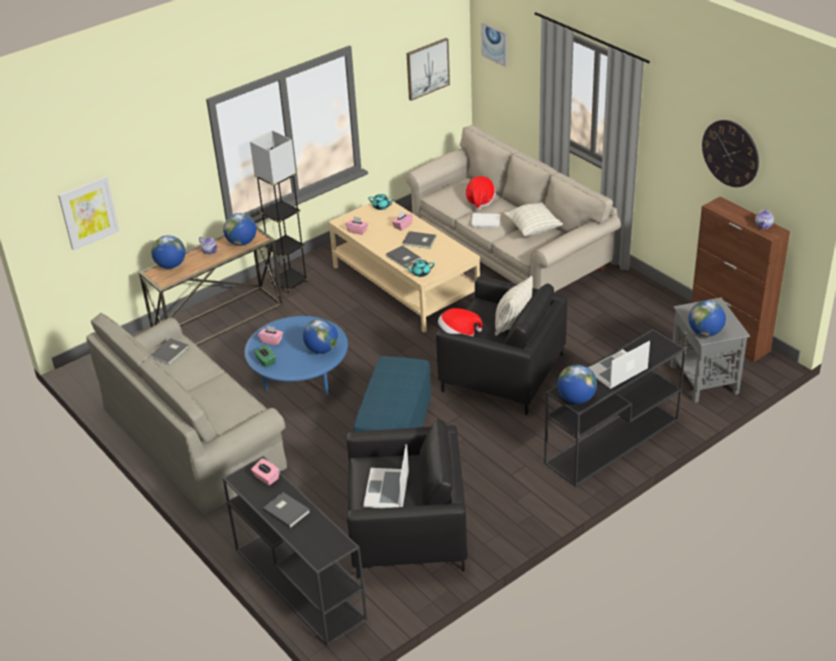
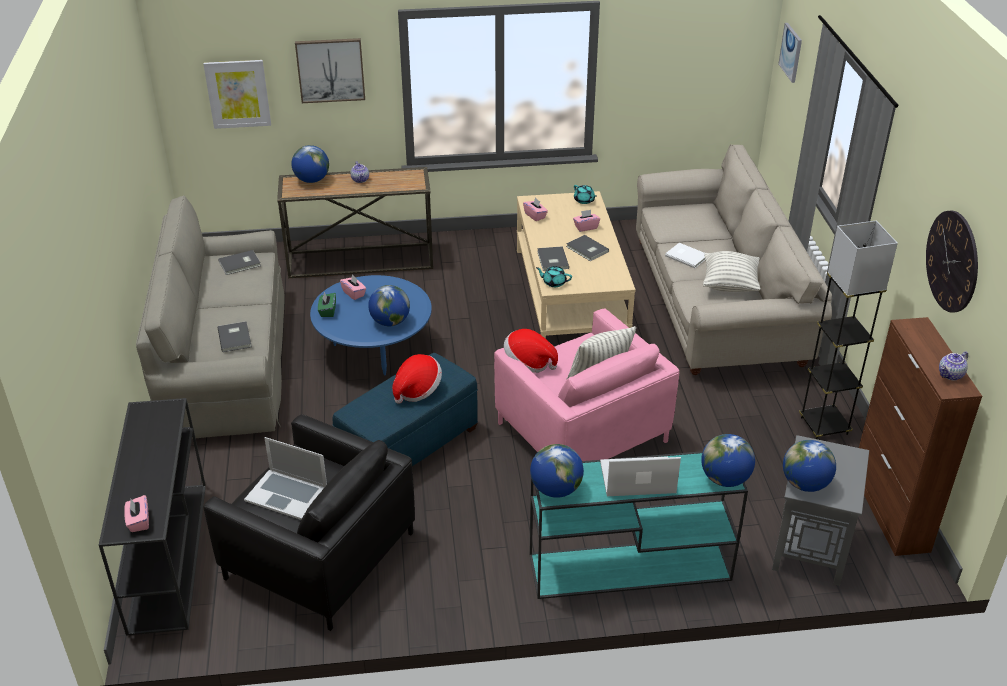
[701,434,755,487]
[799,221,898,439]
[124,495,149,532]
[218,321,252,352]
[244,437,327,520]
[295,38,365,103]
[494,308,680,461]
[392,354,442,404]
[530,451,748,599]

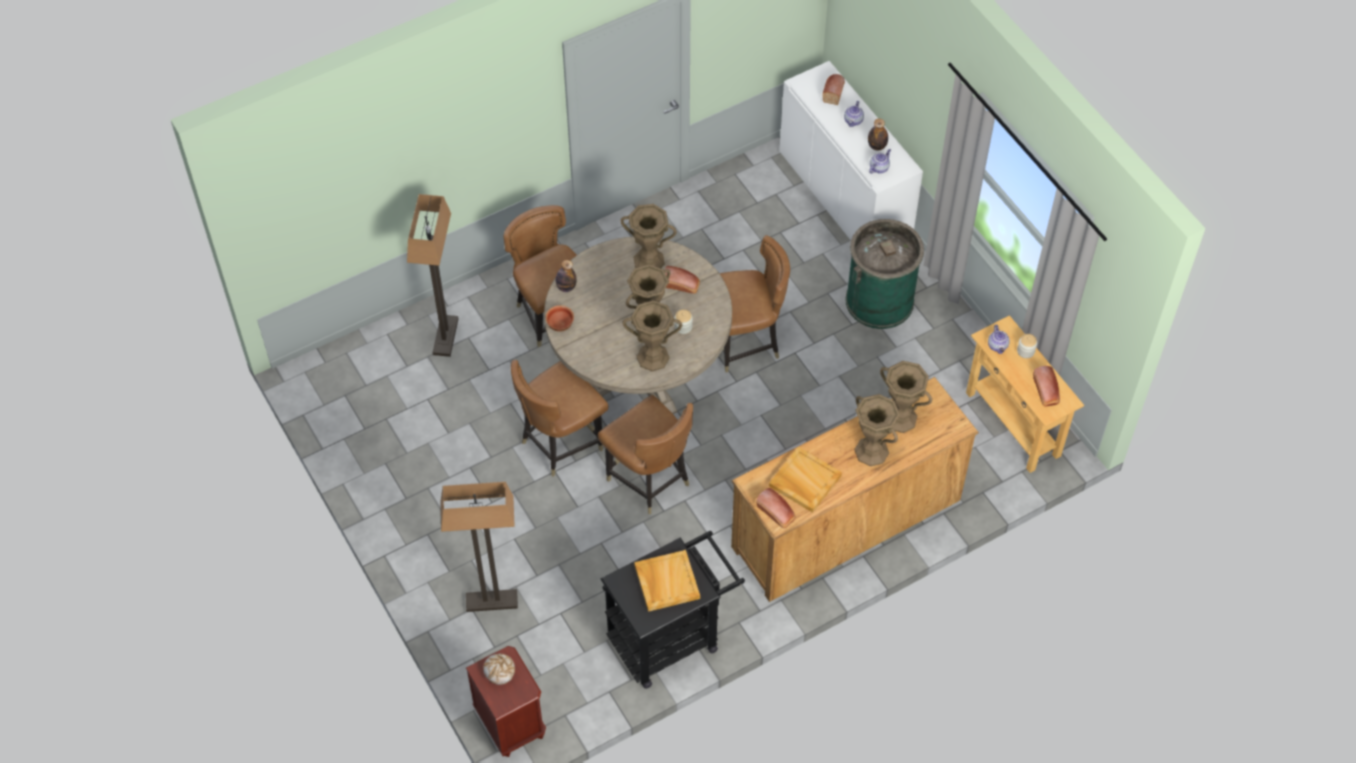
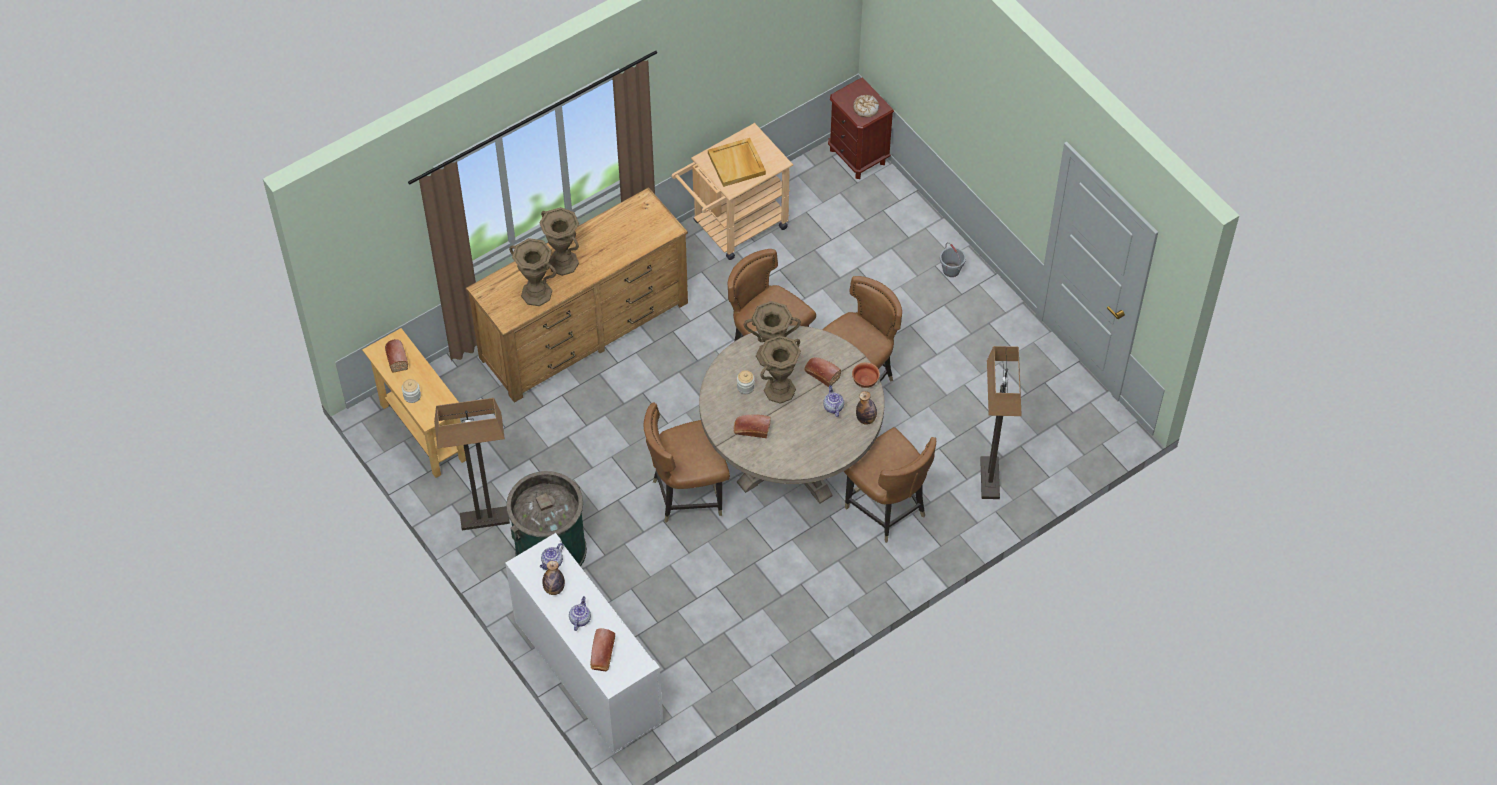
[434,398,510,530]
[671,123,793,260]
[620,204,677,268] (first image)
[804,357,841,387]
[769,446,842,513] (first image)
[823,385,844,417]
[940,242,966,277]

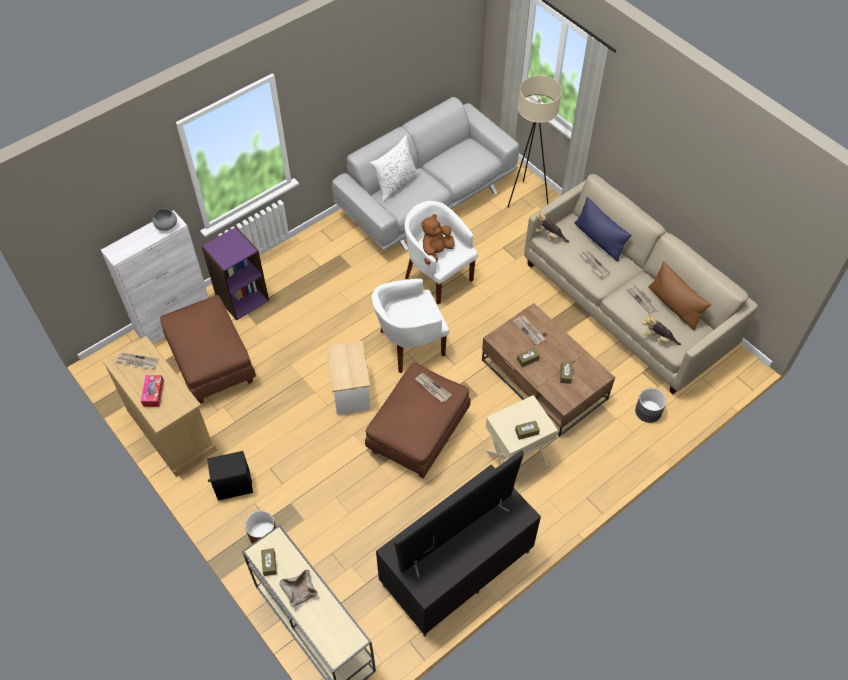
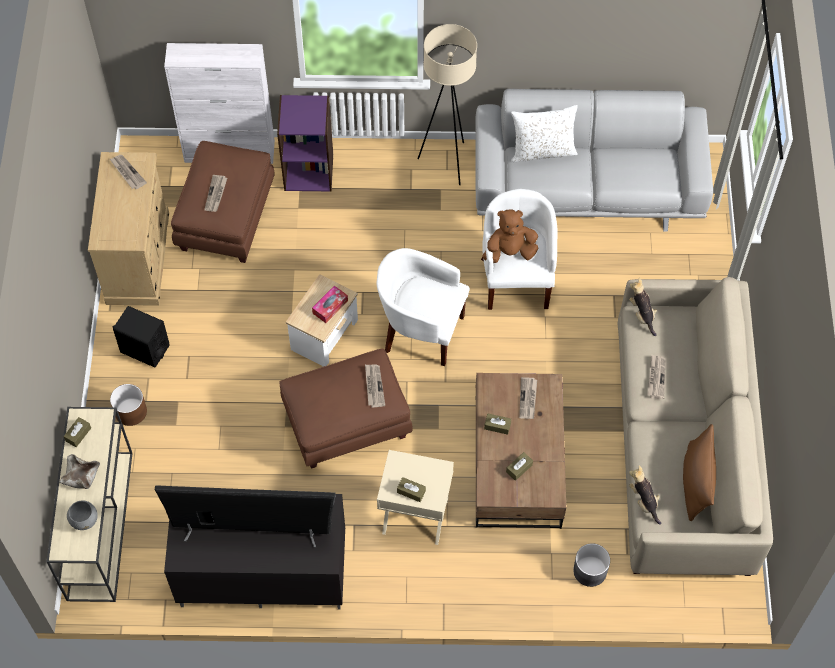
[312,286,348,323]
[67,500,98,530]
[417,24,477,185]
[575,197,632,262] (first image)
[204,175,227,212]

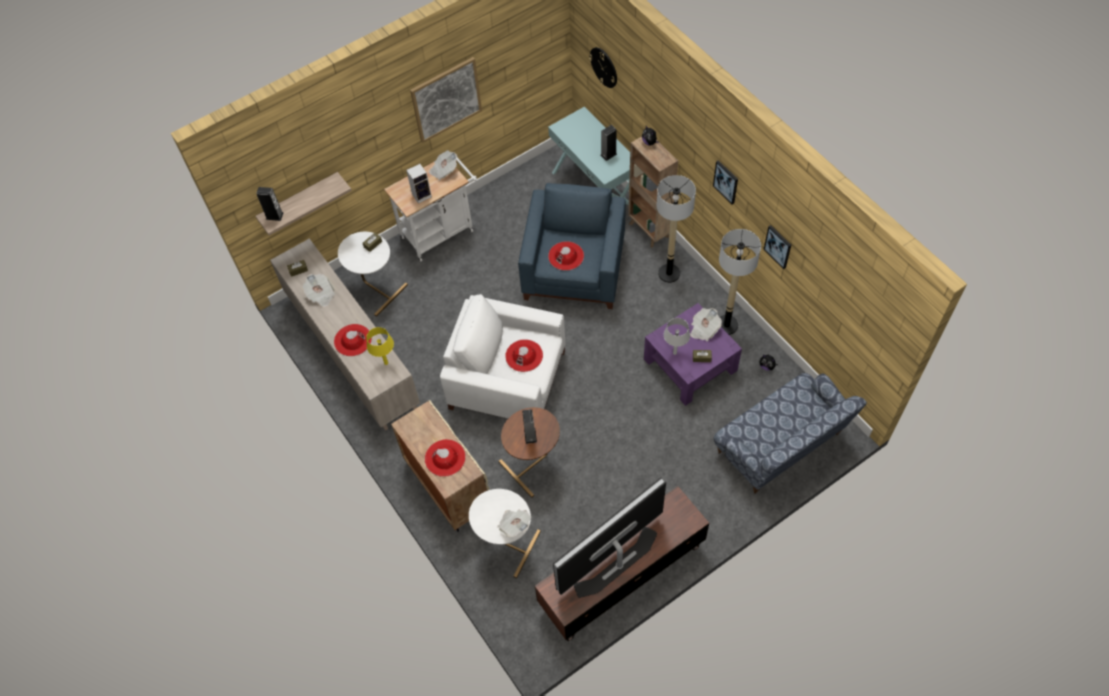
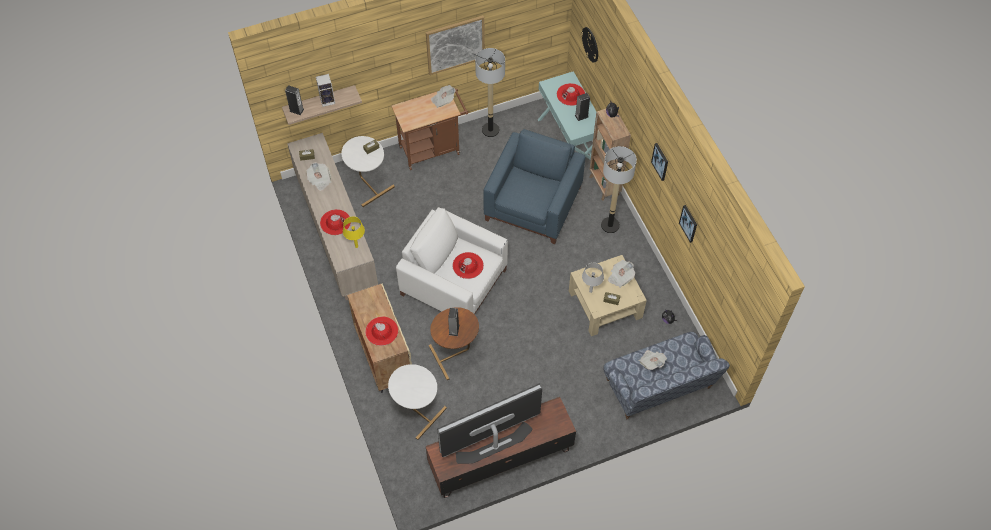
[391,89,469,170]
[316,74,335,107]
[639,350,667,370]
[557,83,585,106]
[569,255,647,336]
[475,48,505,137]

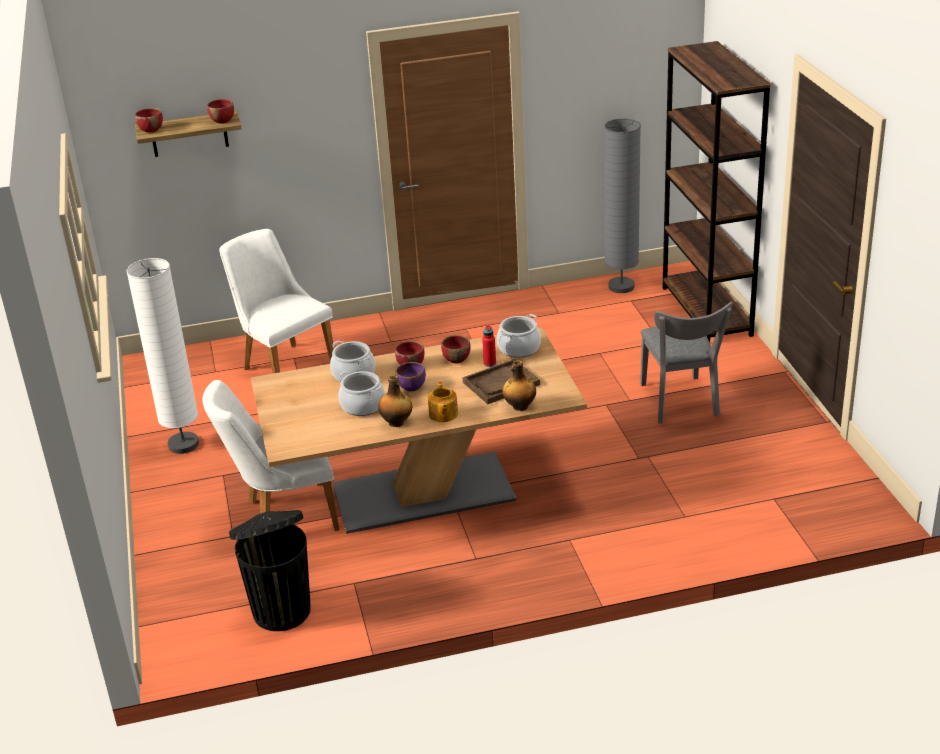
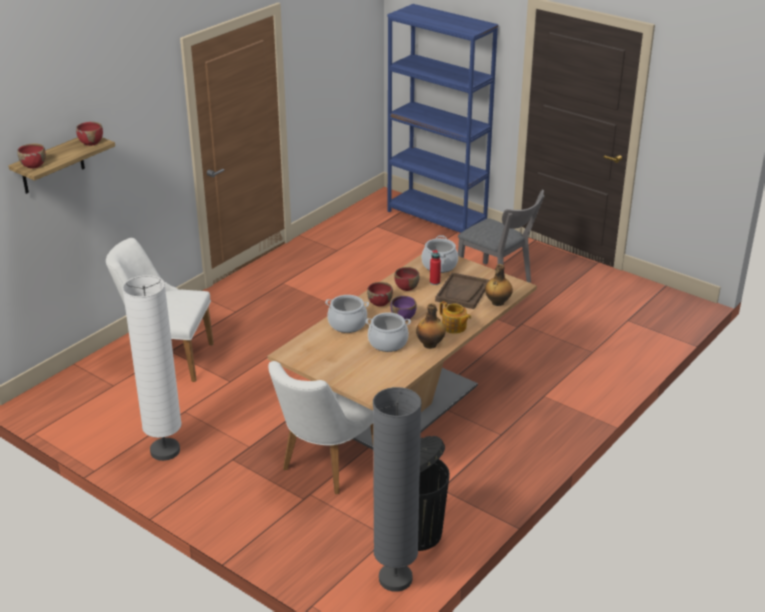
[373,387,422,592]
[387,4,499,233]

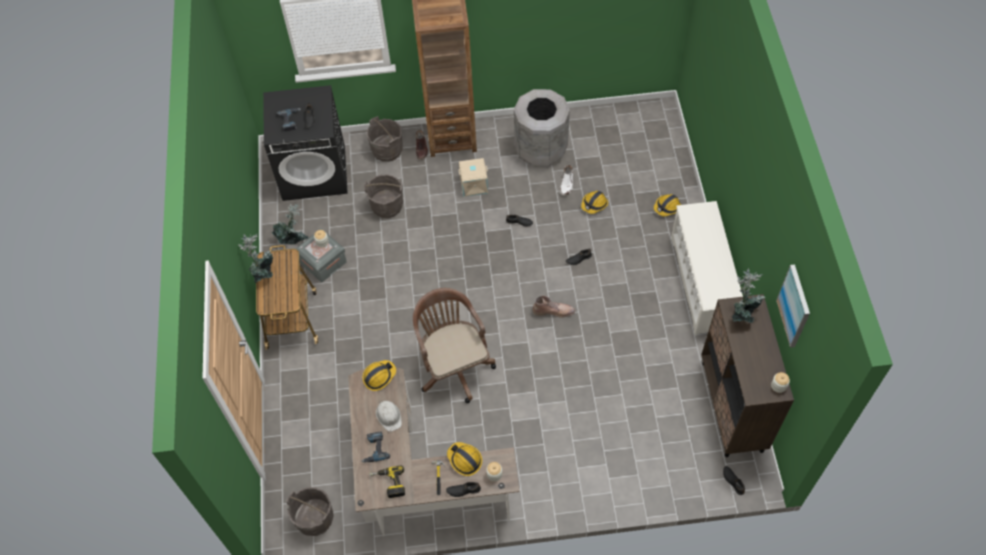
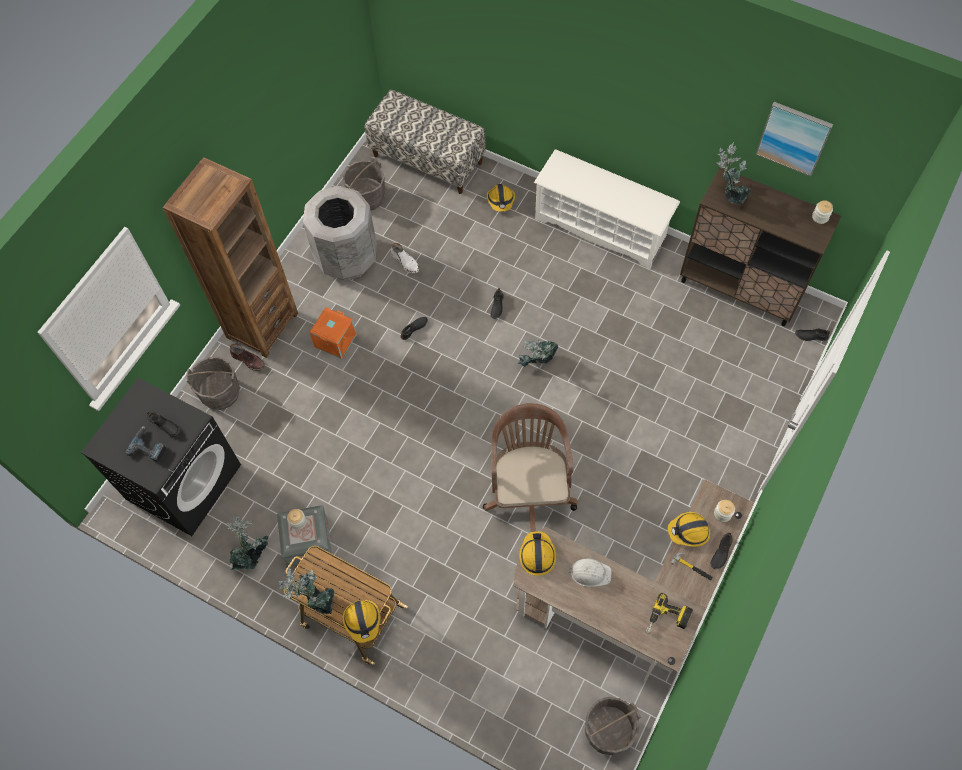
[361,431,390,463] (first image)
[343,157,386,211]
[483,403,578,532]
[310,307,357,359]
[517,338,558,367]
[342,600,380,643]
[365,90,486,194]

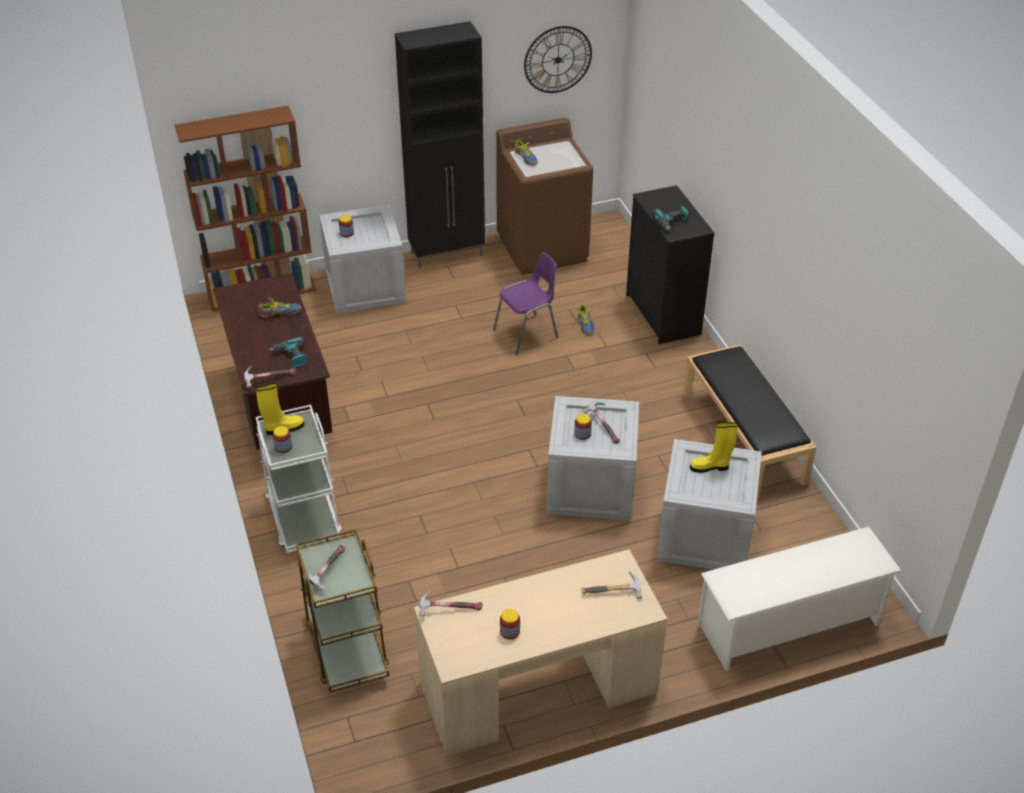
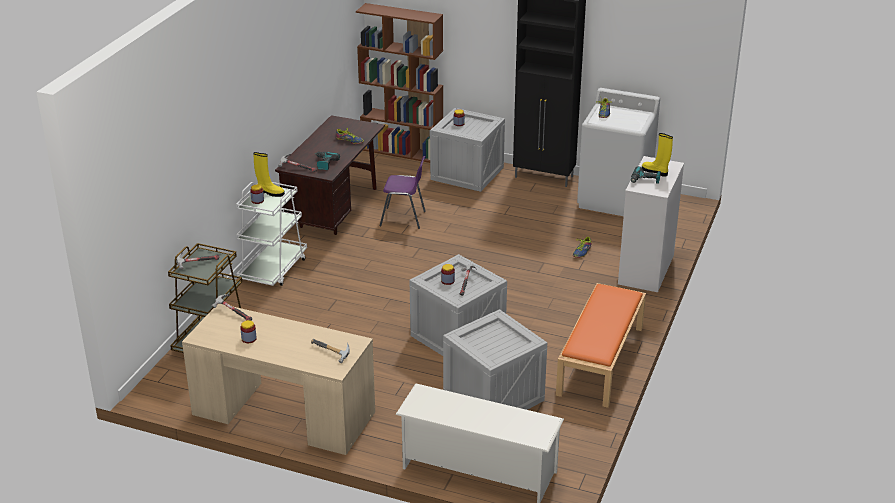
[379,156,426,229]
[577,88,660,216]
[524,26,592,93] (first image)
[618,156,684,292]
[556,283,646,408]
[642,133,673,177]

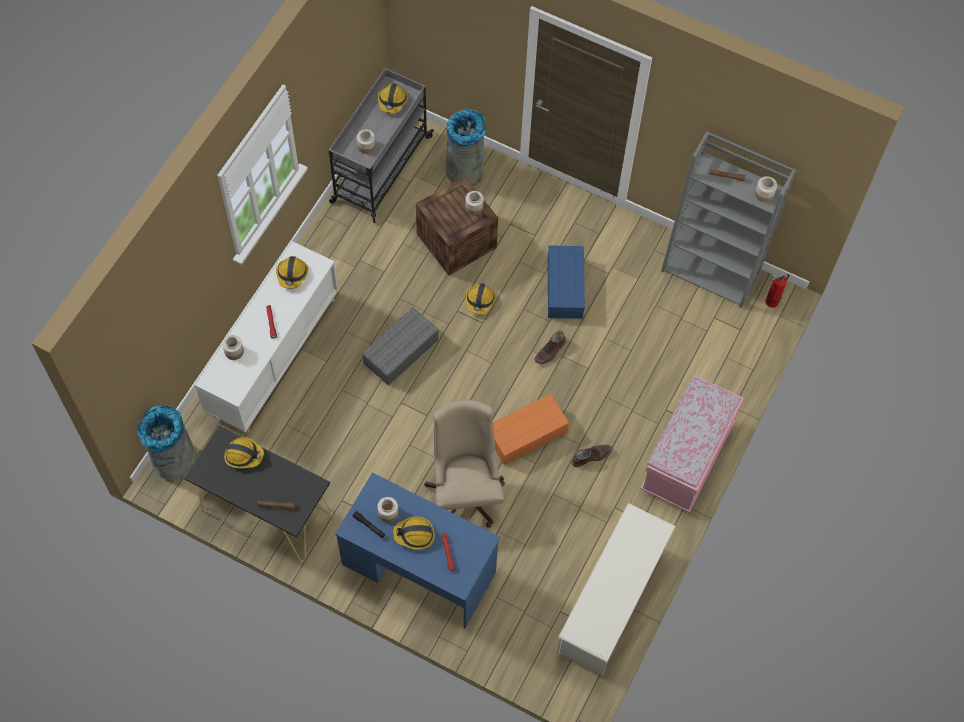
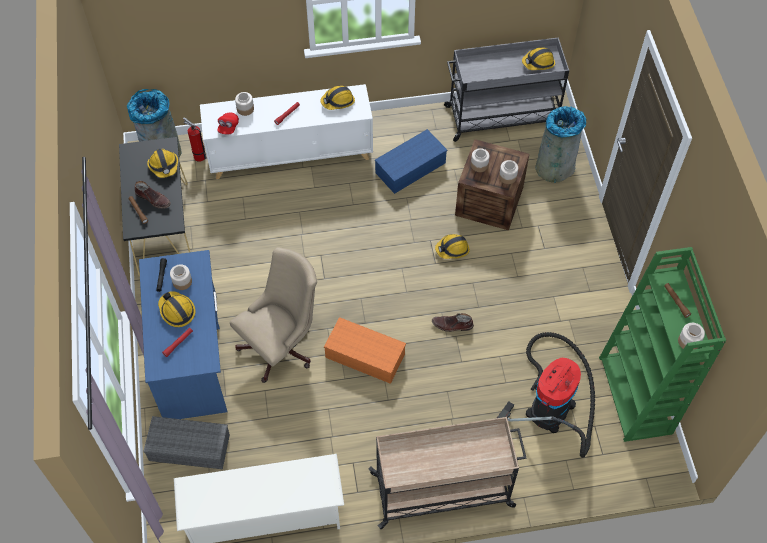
[471,148,490,172]
[143,416,230,469]
[375,129,447,194]
[135,181,171,209]
[368,417,526,529]
[599,247,726,442]
[183,117,206,162]
[217,113,239,134]
[497,332,595,458]

